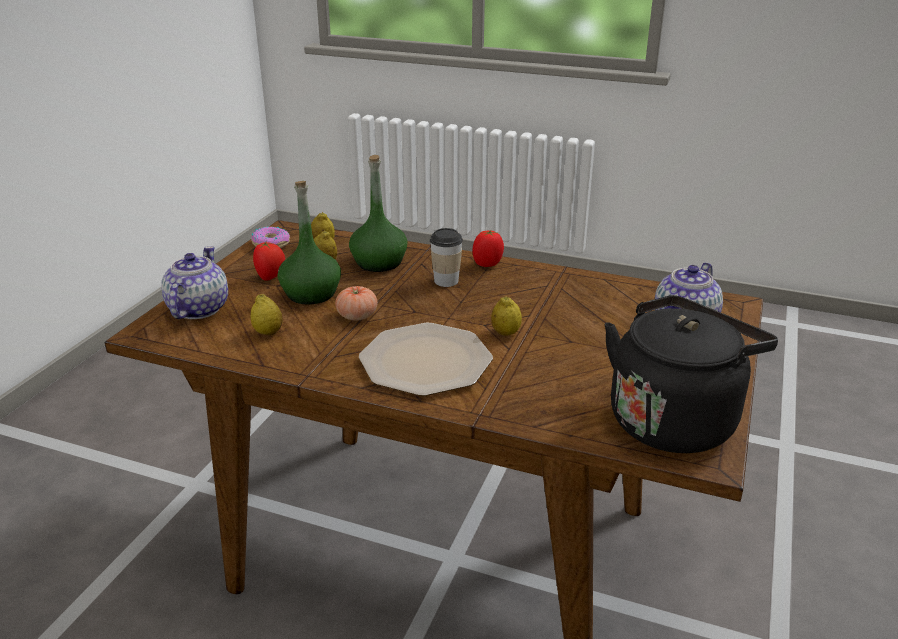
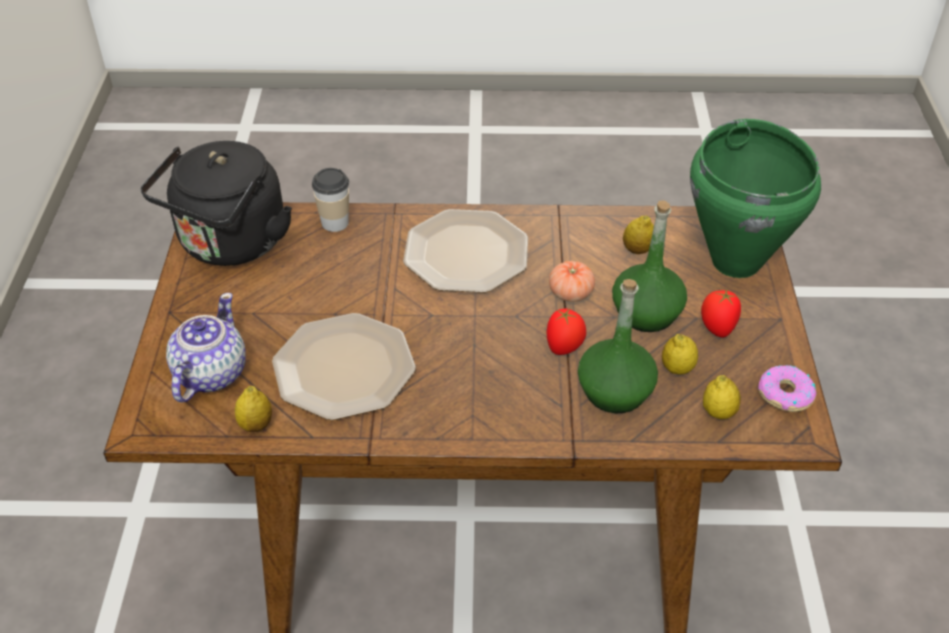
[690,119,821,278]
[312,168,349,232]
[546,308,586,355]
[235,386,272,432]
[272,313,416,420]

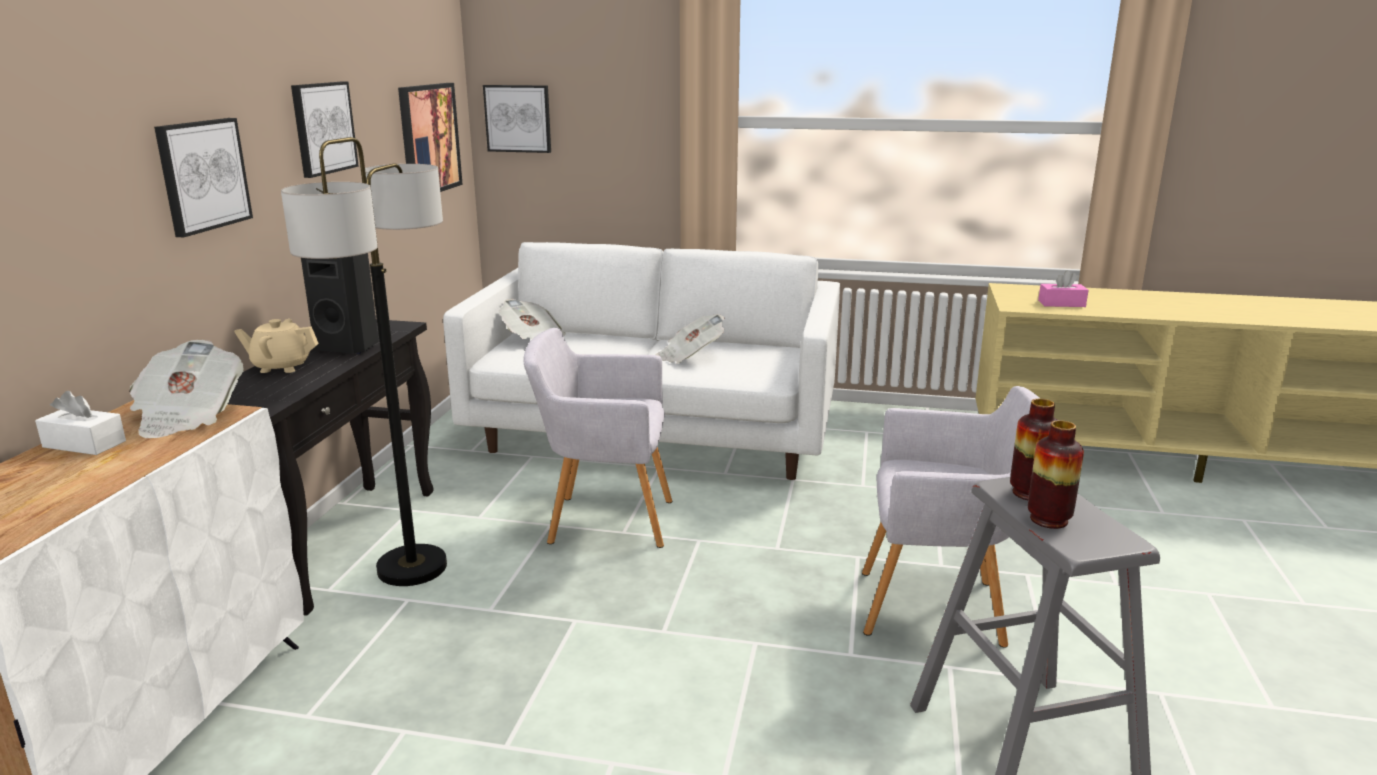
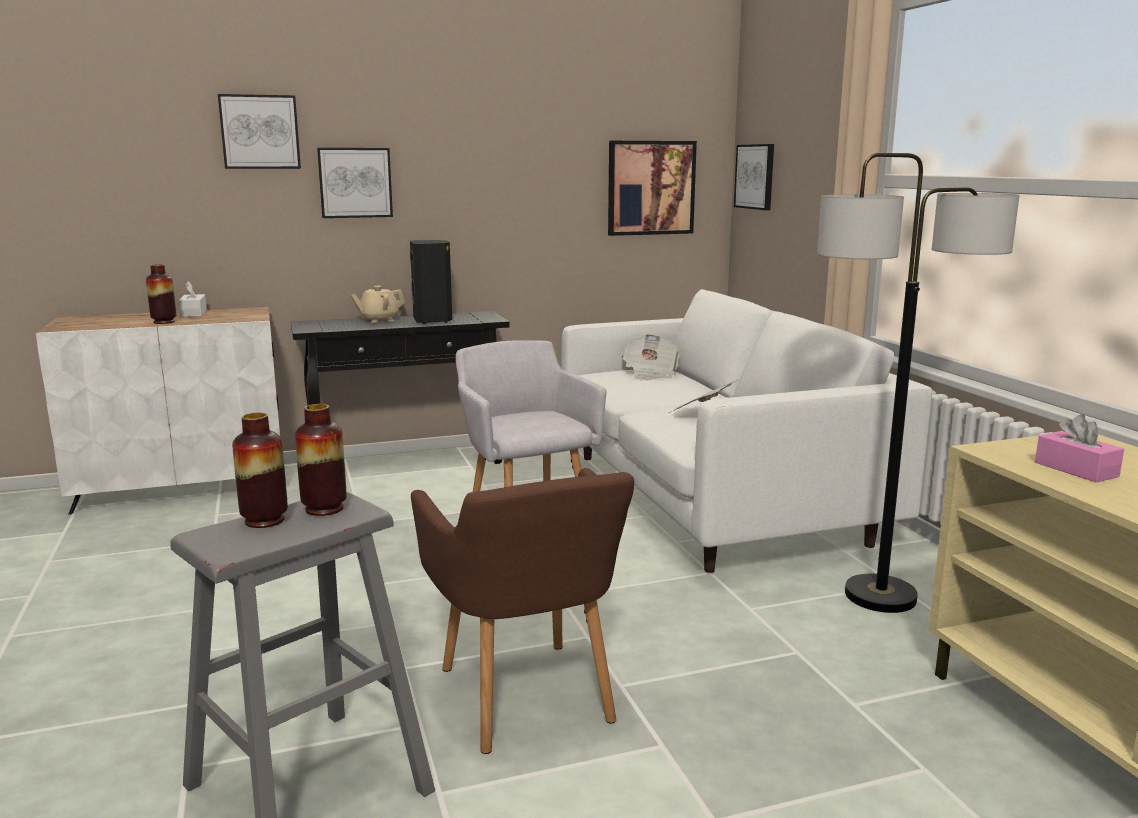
[129,340,244,438] (first image)
[351,286,405,323]
[817,153,1019,613]
[218,94,301,169]
[411,468,634,754]
[146,264,176,324]

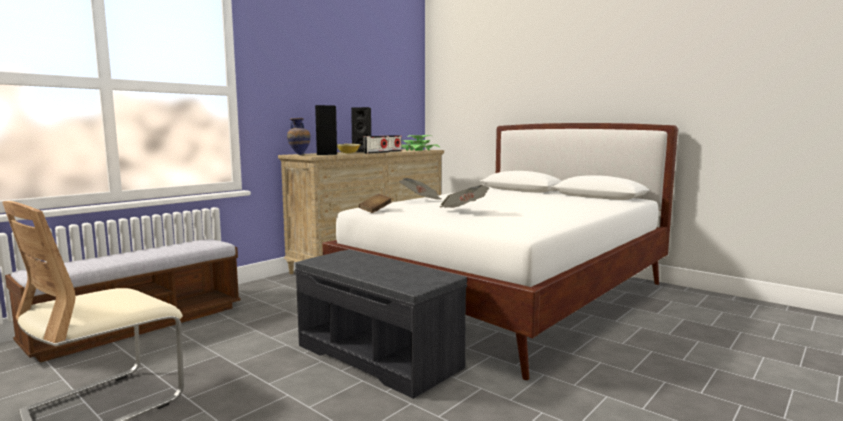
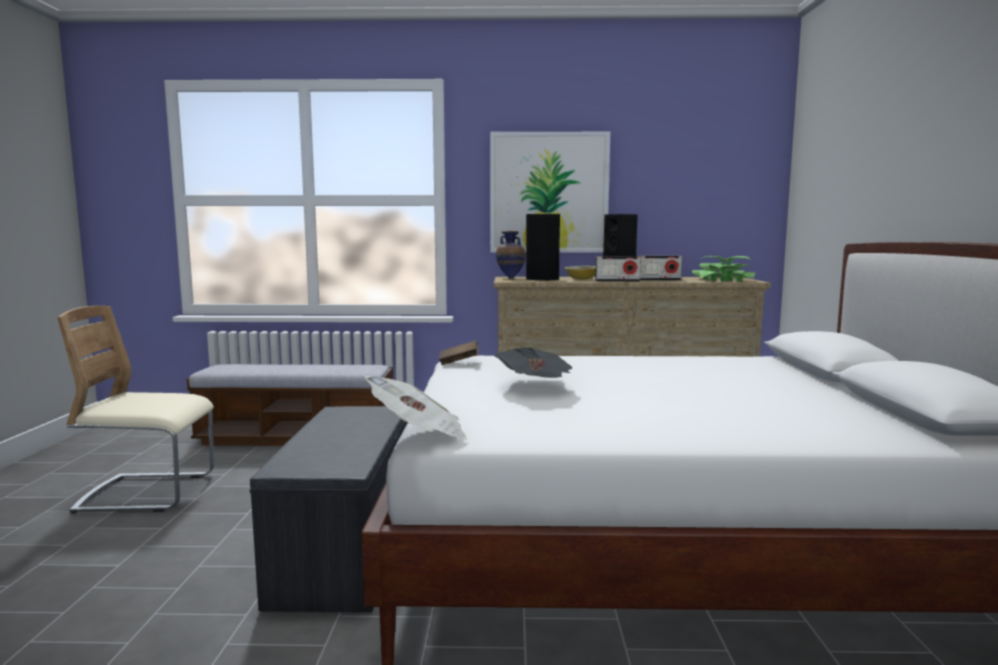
[365,375,468,440]
[490,132,610,253]

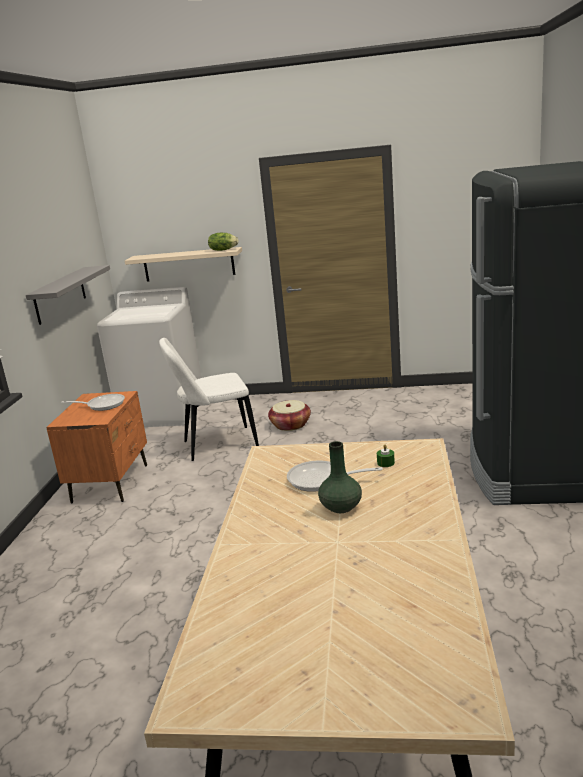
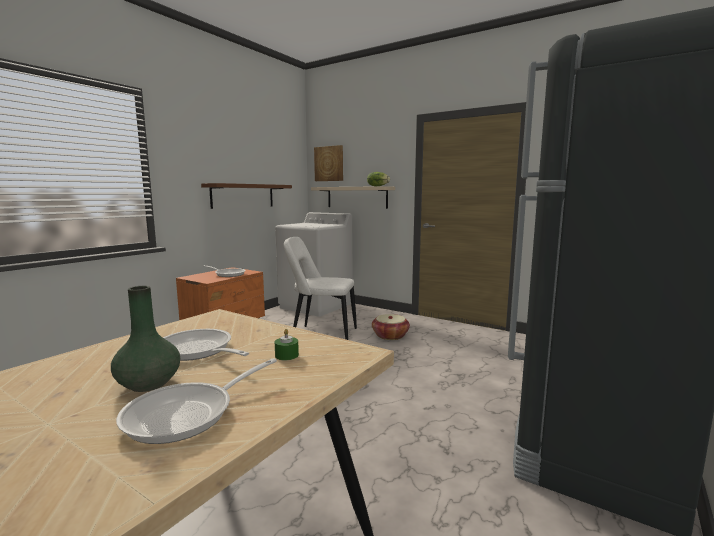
[201,183,292,209]
[116,358,277,444]
[314,145,343,181]

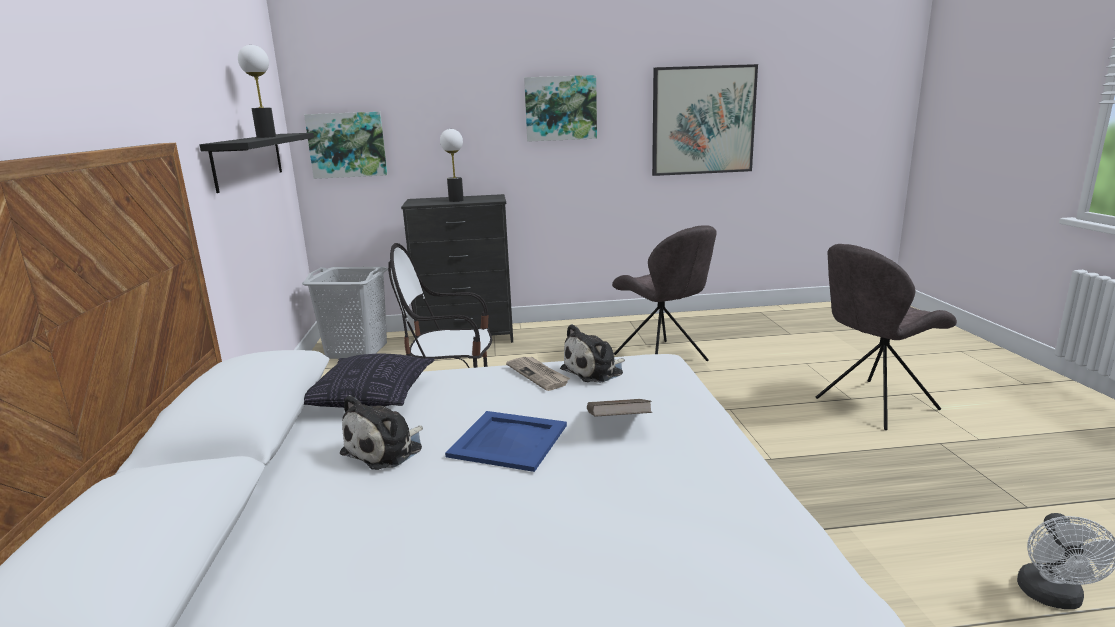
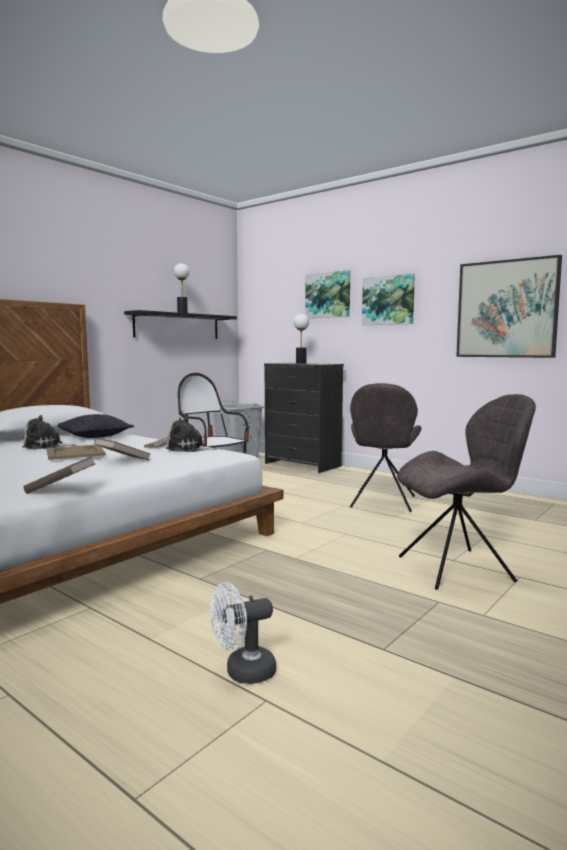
[305,270,350,318]
[46,445,106,460]
[397,394,536,590]
[23,456,96,494]

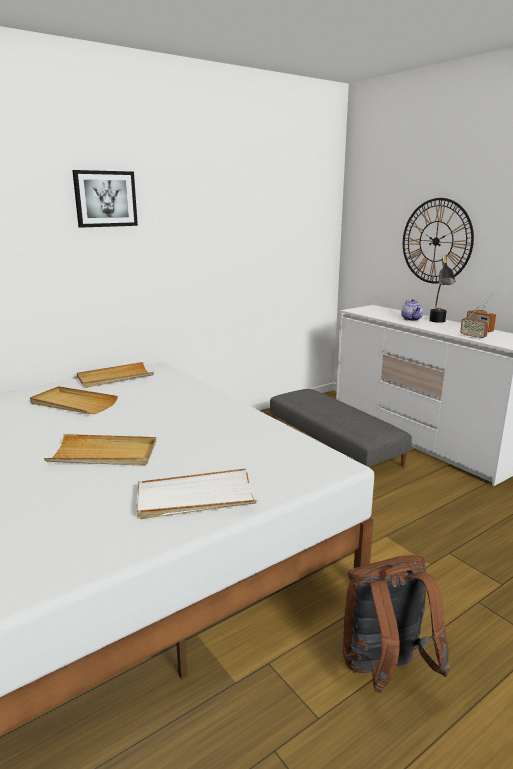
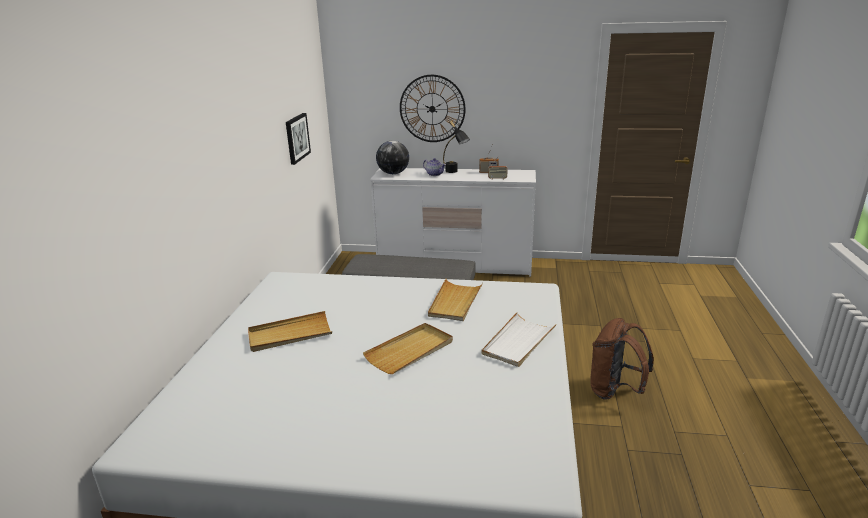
[286,113,311,165]
[428,279,483,321]
[376,141,409,174]

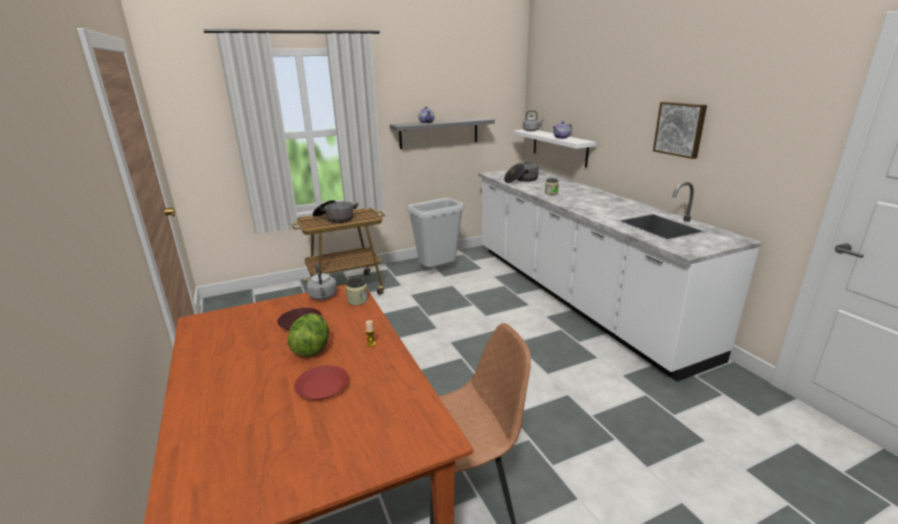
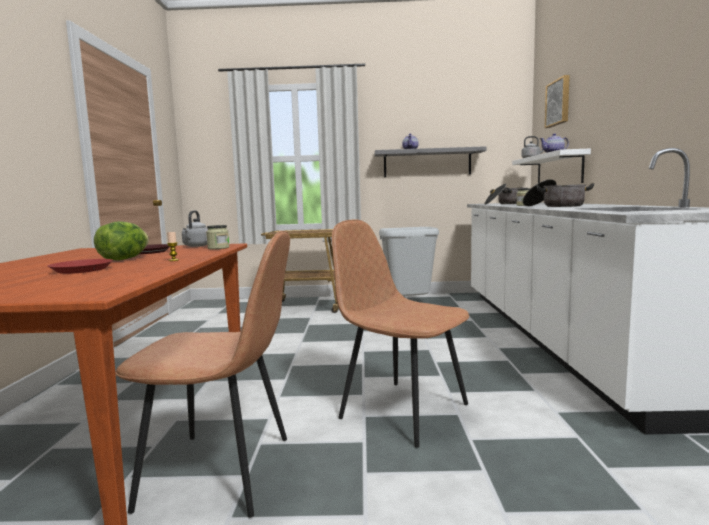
[522,179,594,207]
[545,75,570,128]
[332,219,469,447]

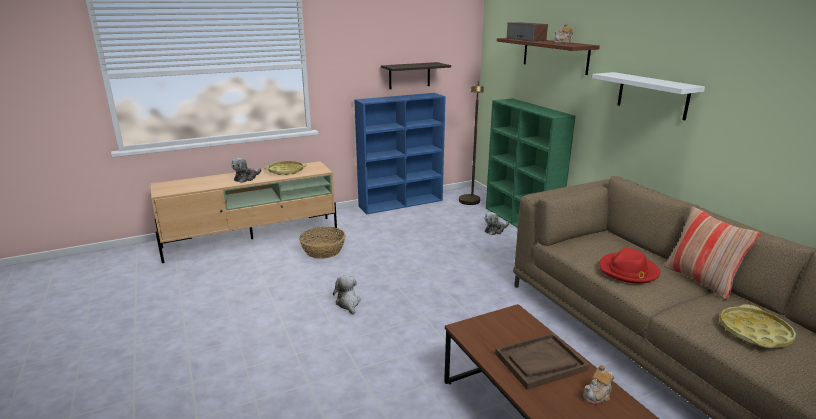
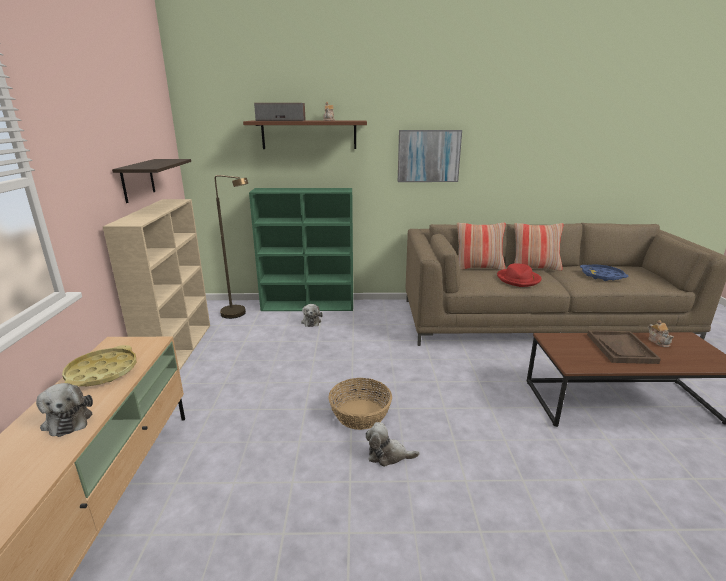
[329,378,392,430]
[103,199,210,371]
[398,130,462,182]
[580,264,628,281]
[457,223,506,270]

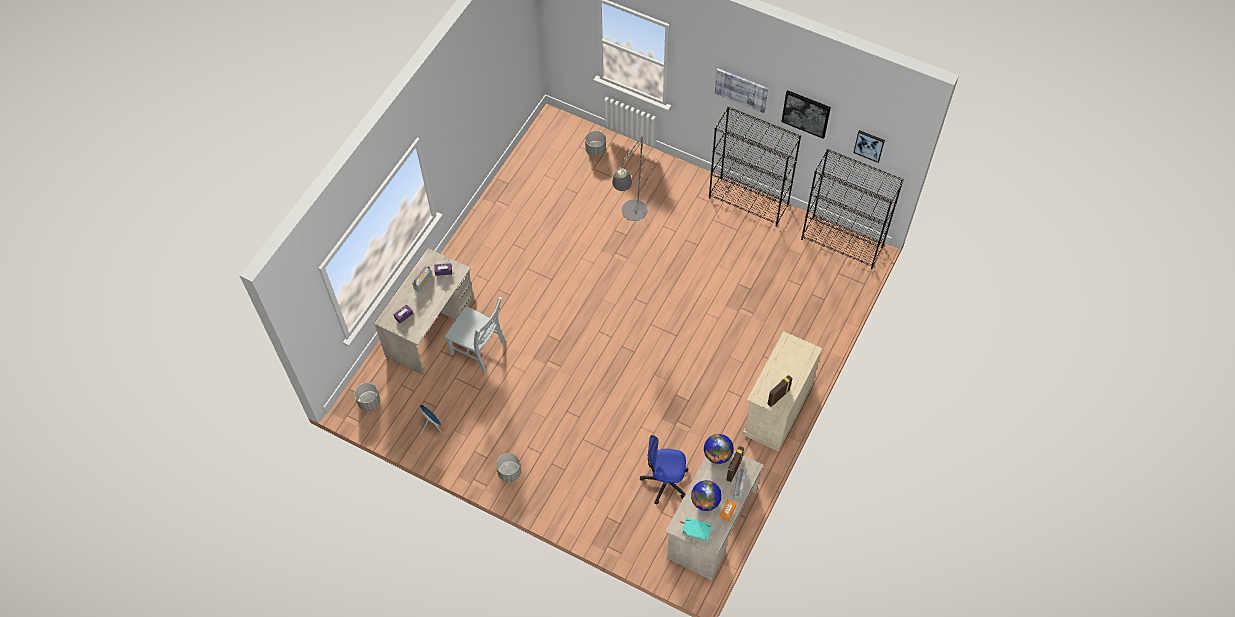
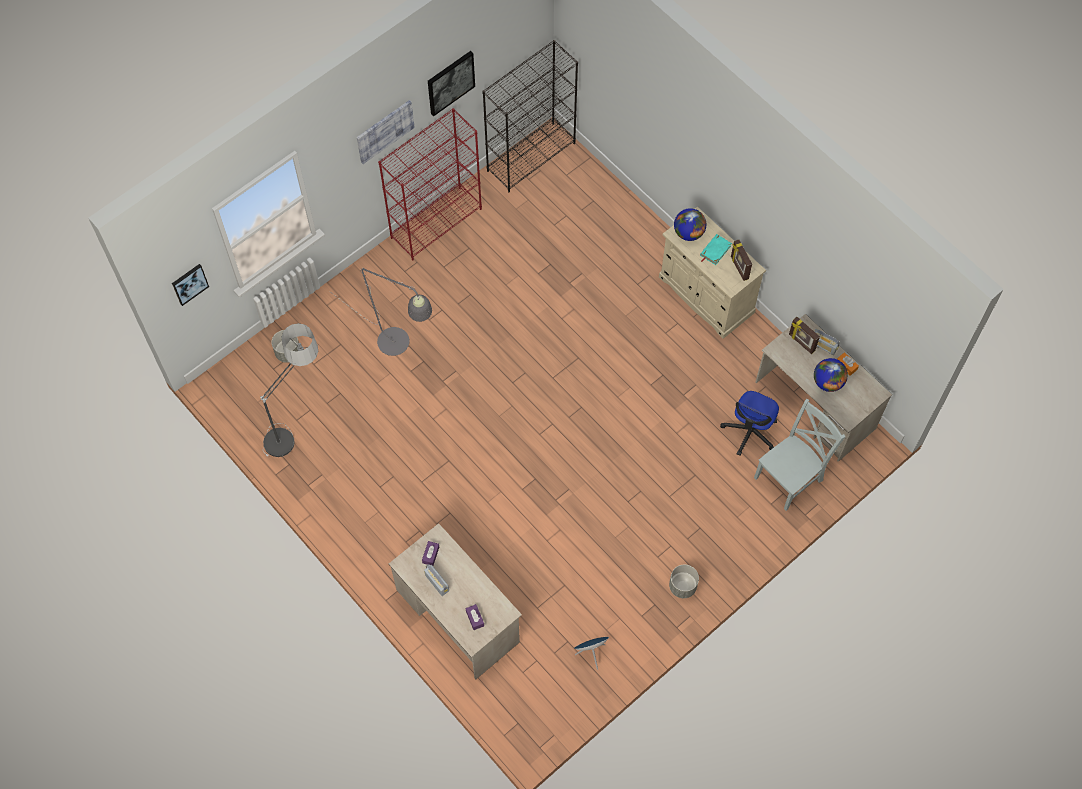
[354,383,380,411] (first image)
[754,399,845,511]
[700,234,732,265]
[674,208,706,241]
[378,108,482,260]
[172,264,209,306]
[260,323,318,457]

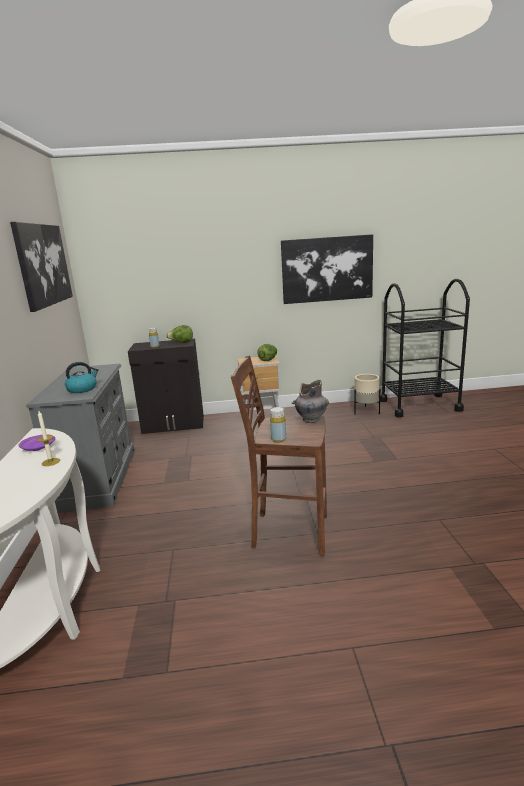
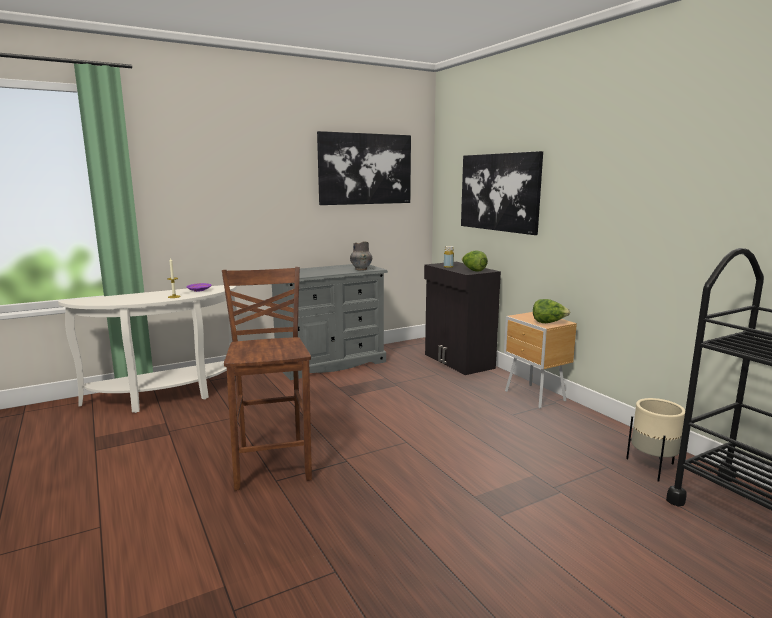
[65,362,99,393] (first image)
[270,407,286,442] (first image)
[461,151,543,235]
[350,241,372,271]

